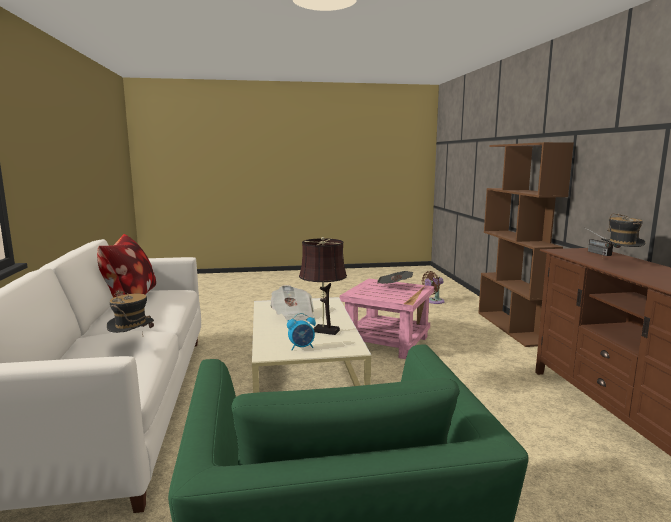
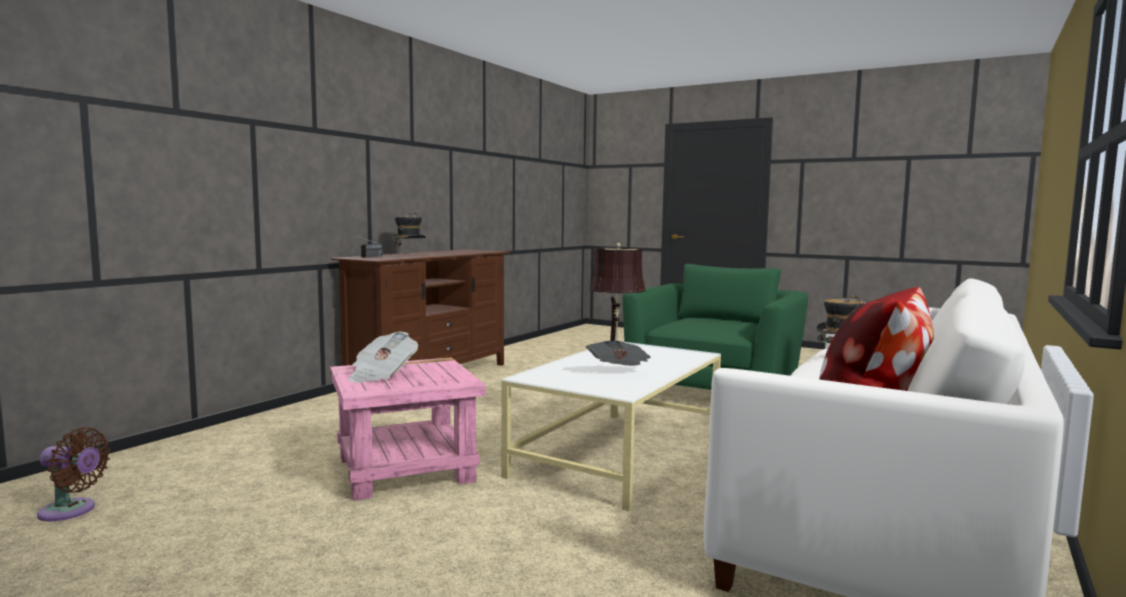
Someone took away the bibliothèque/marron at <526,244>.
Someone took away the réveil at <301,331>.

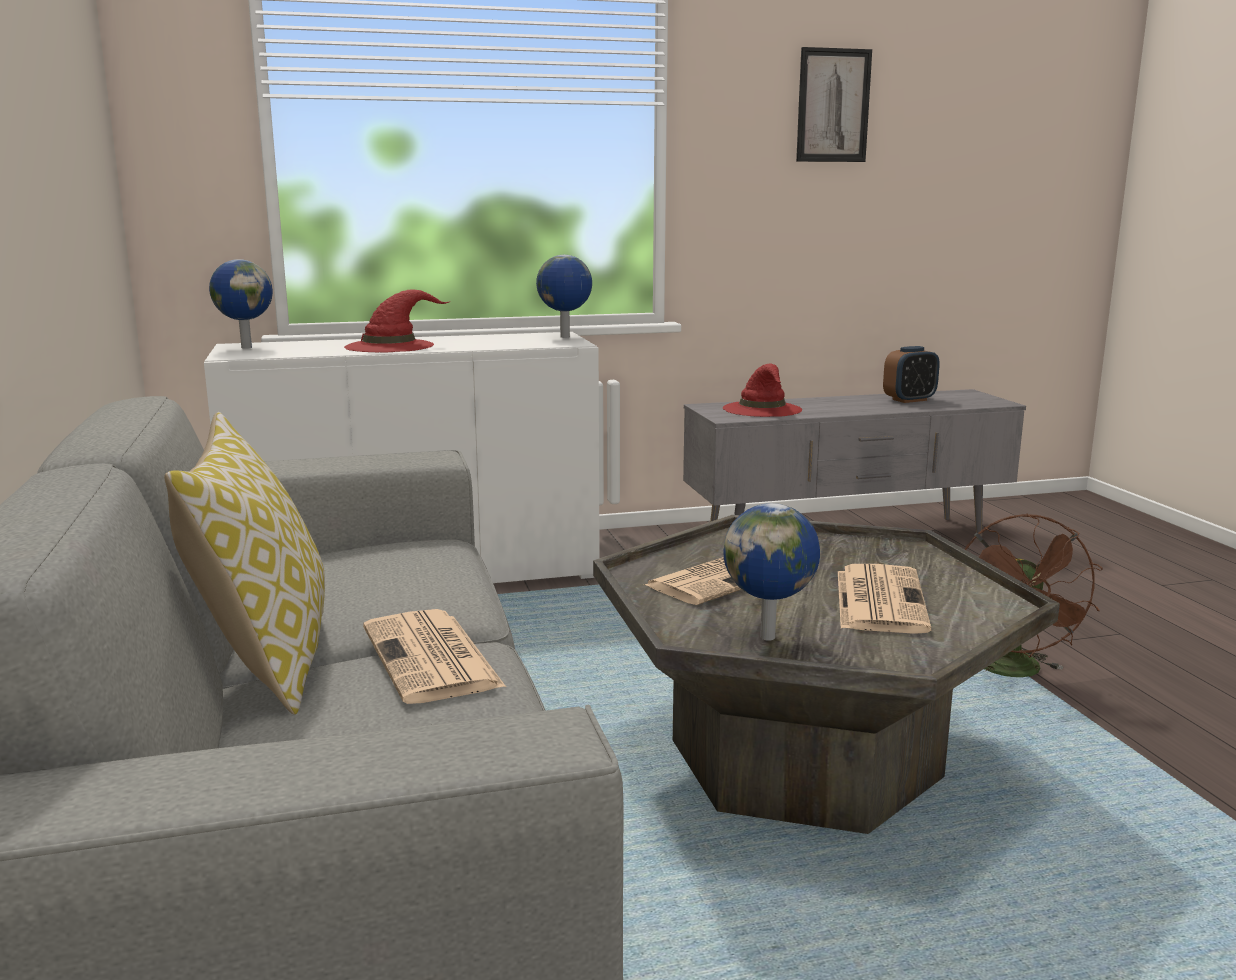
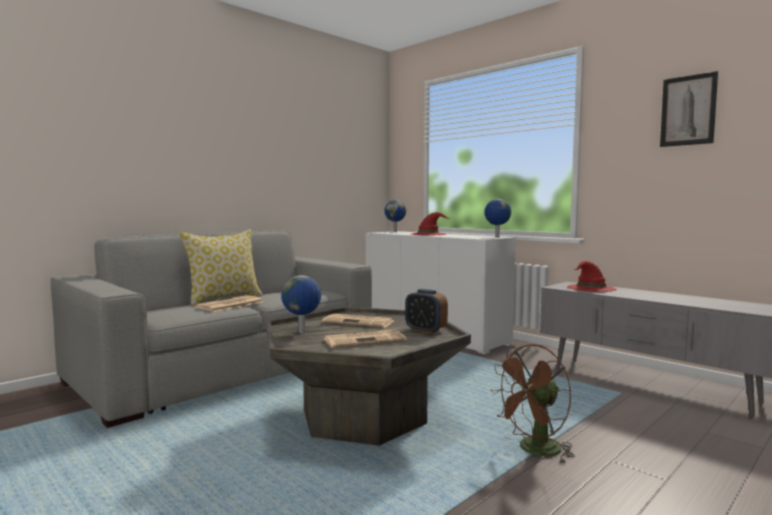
Someone carried the réveil from <911,374> to <426,311>.

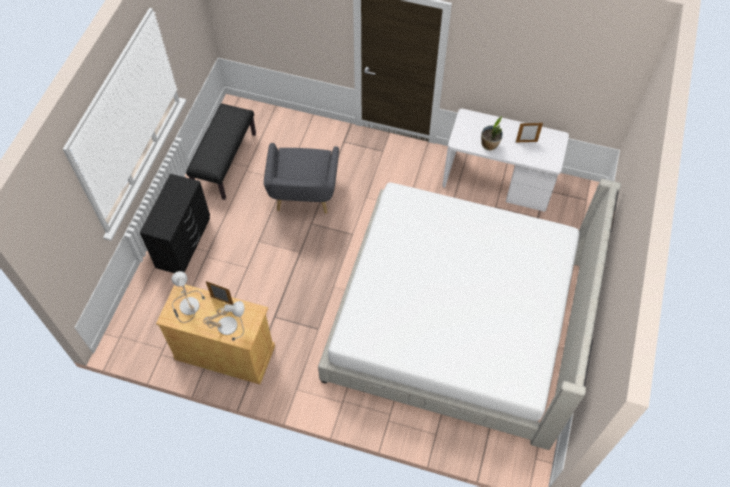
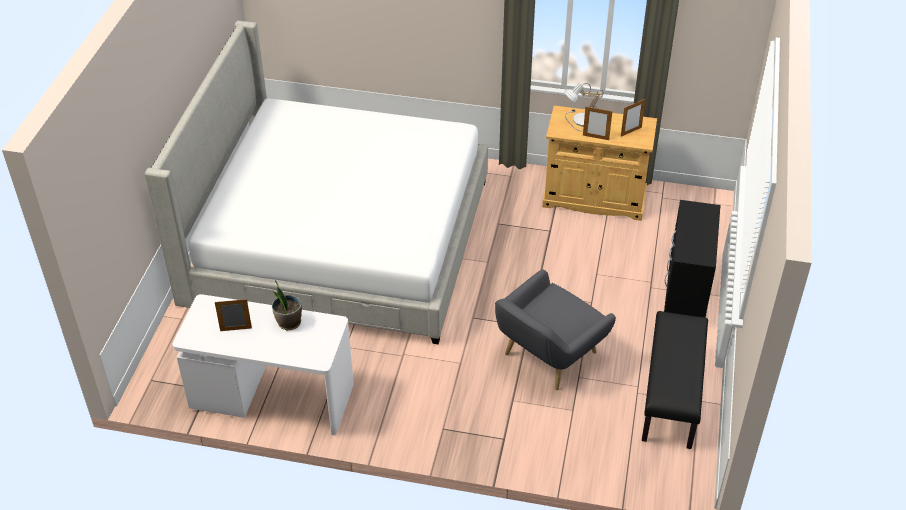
Someone rotated the fauteuil/gris at <301,178> by 135 degrees counterclockwise.
Someone swapped the lampe de table at <188,297> for the cadre photo at <633,118>.

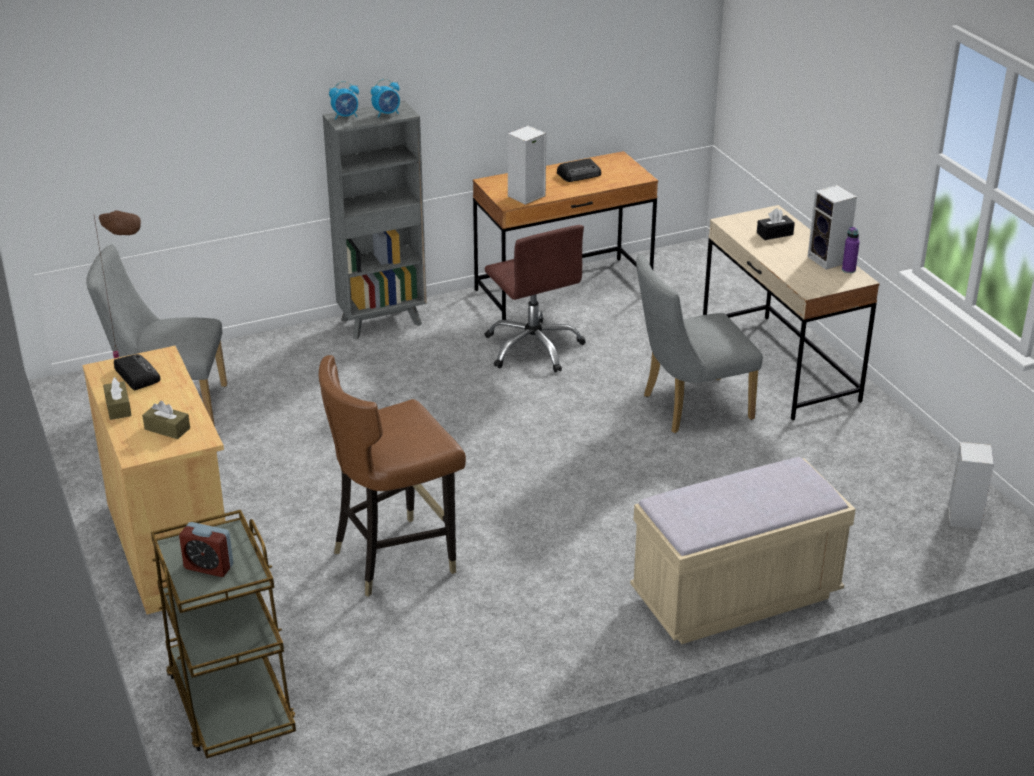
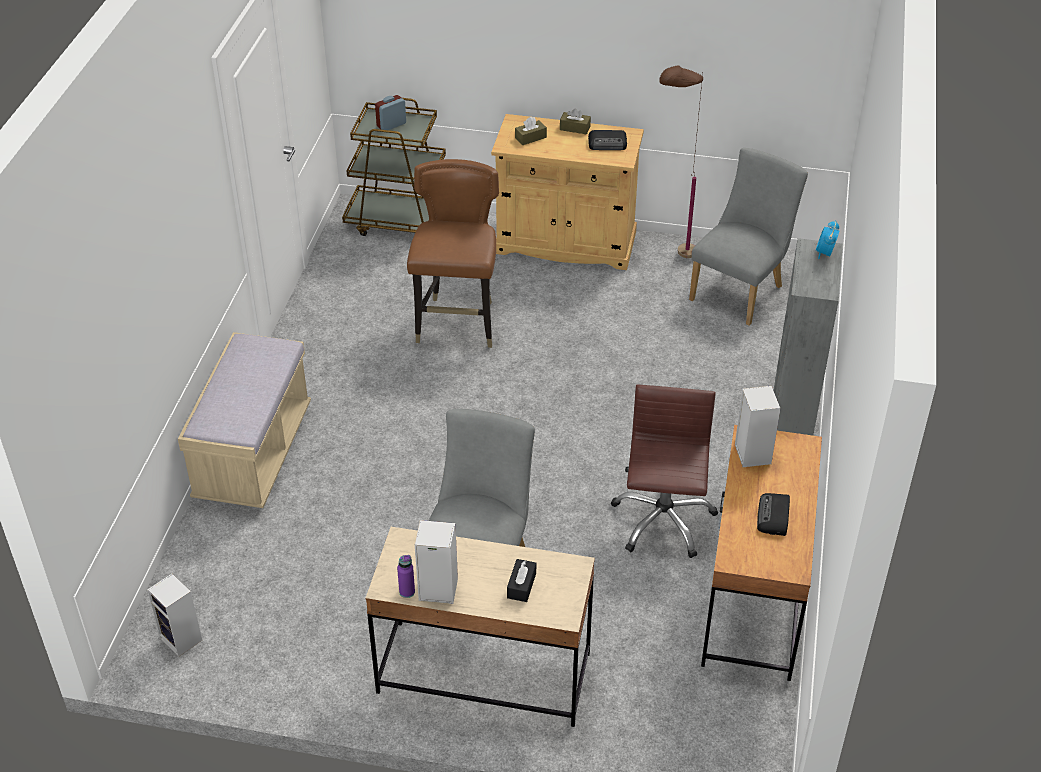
Someone took away the réveil at <385,98>.
Someone rotated the chaise de bureau/marron at <535,299> by 90 degrees clockwise.

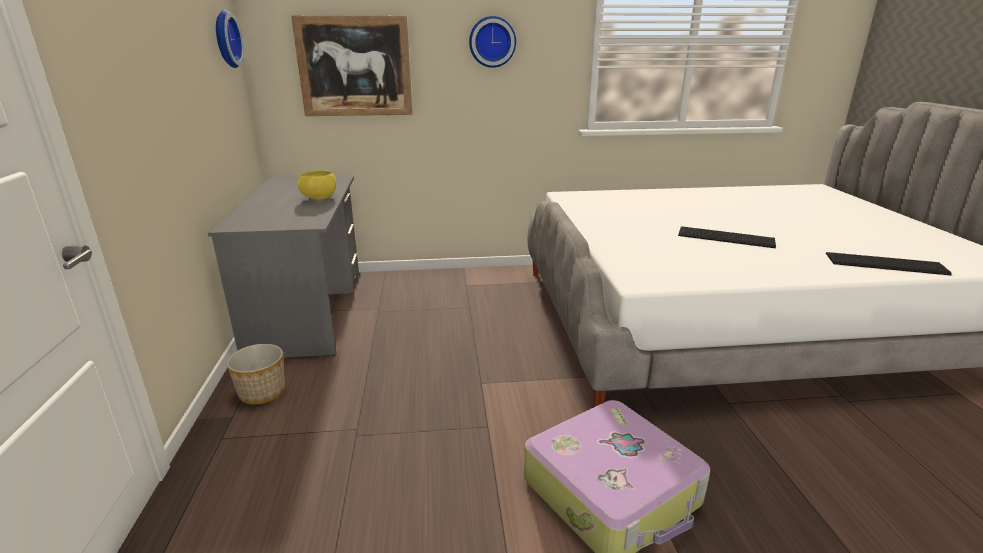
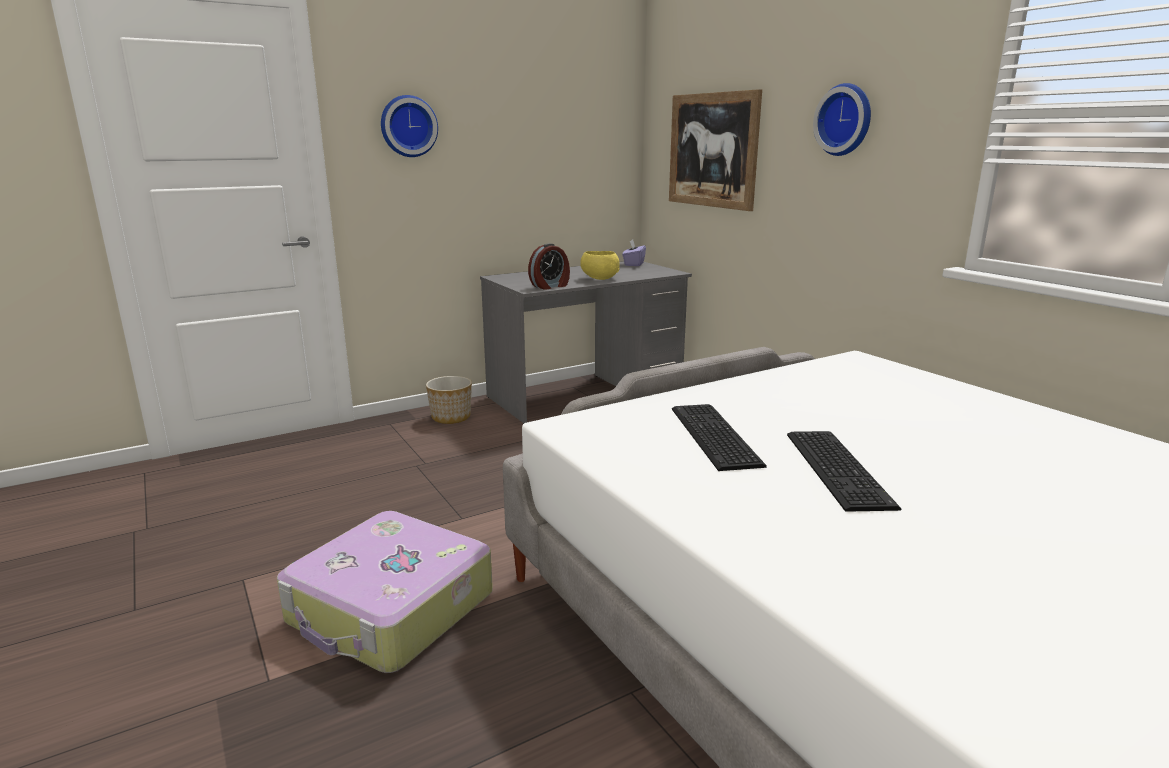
Someone carried the horloge murale from <230,39> to <409,126>.
Someone carried the clavier from <889,264> to <719,437>.
Someone put down the boîte à mouchoirs/violet at <634,253>.
Someone put down the réveil at <549,266>.

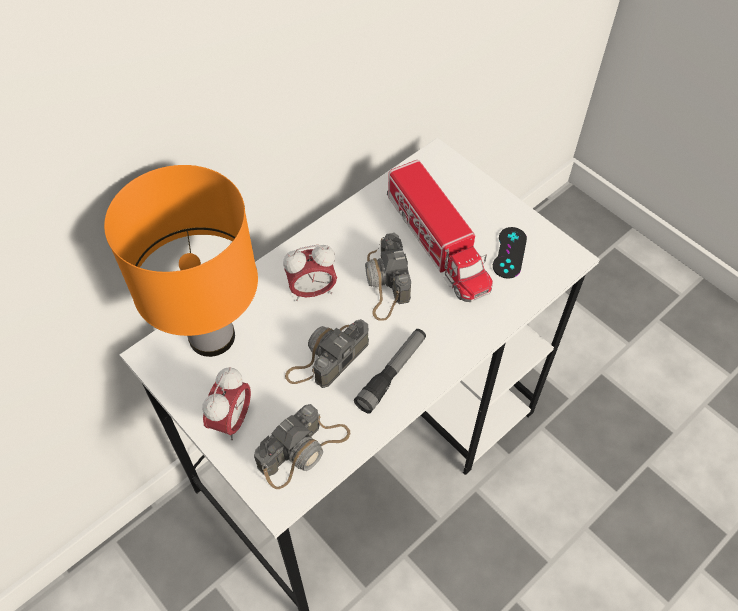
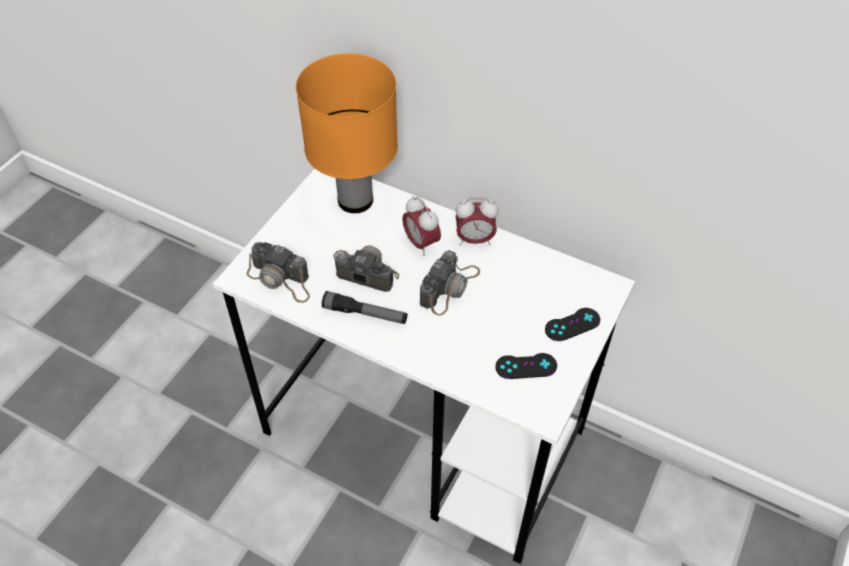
Someone took away the camion jouet at <440,231>.
Someone rotated the appareil photo at <388,277> by 150 degrees clockwise.
Someone carried the réveil from <226,403> to <477,221>.
Someone put down the manette/noir at <572,324>.

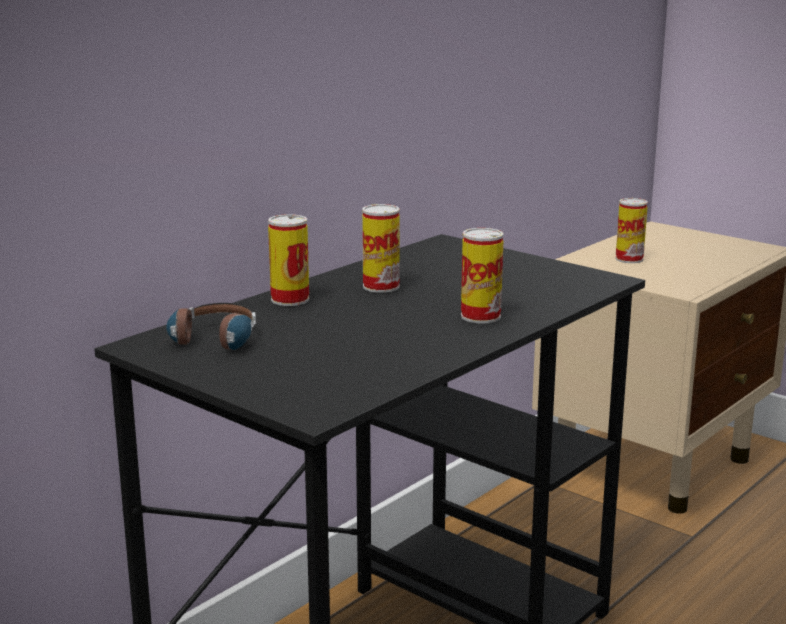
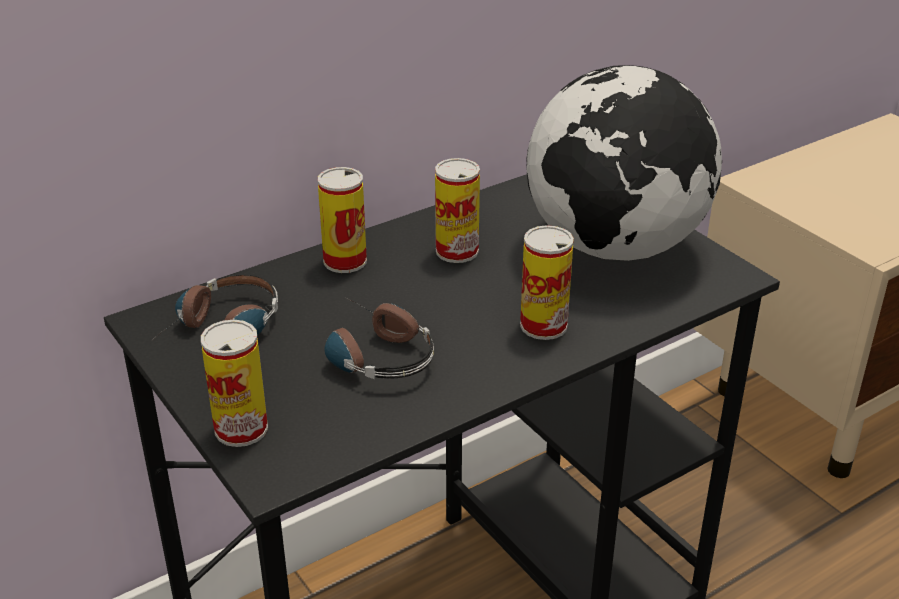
Someone carried the boîte métallique from <631,230> to <234,383>.
Someone put down the globe at <624,163>.
Someone put down the casque audio at <379,338>.

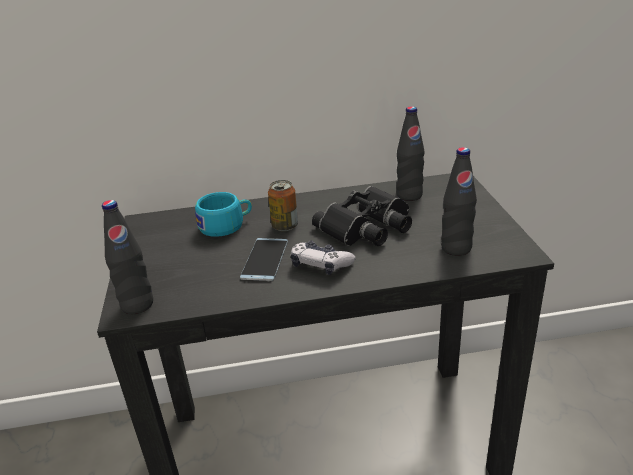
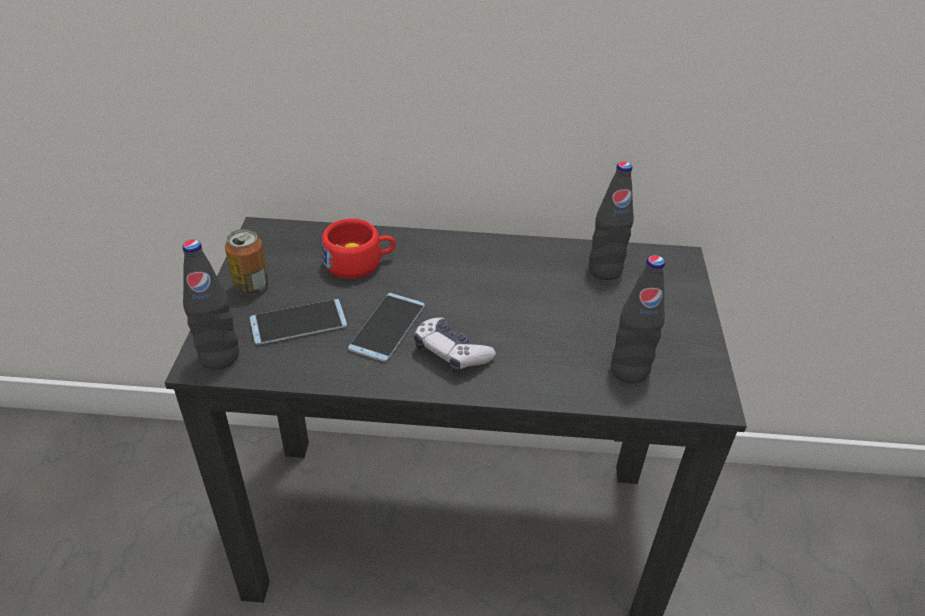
Someone carried the boîte métallique from <283,205> to <247,262>.
Someone took away the jumelles/noir at <362,216>.
Someone repainted the tasse/turquoise at <223,214>, which became the tasse/rouge at <359,248>.
Someone put down the téléphone at <298,322>.

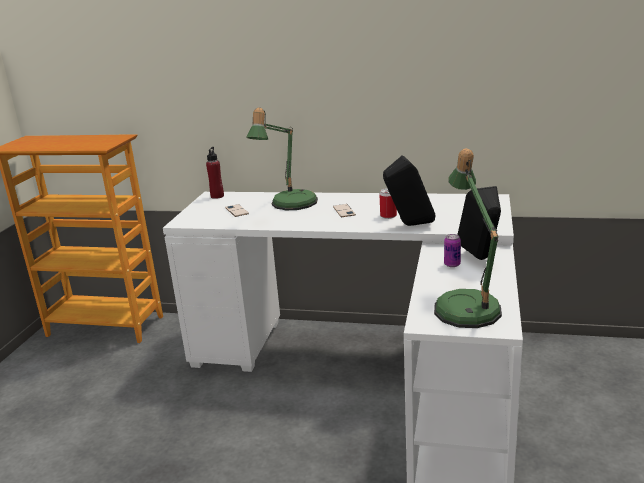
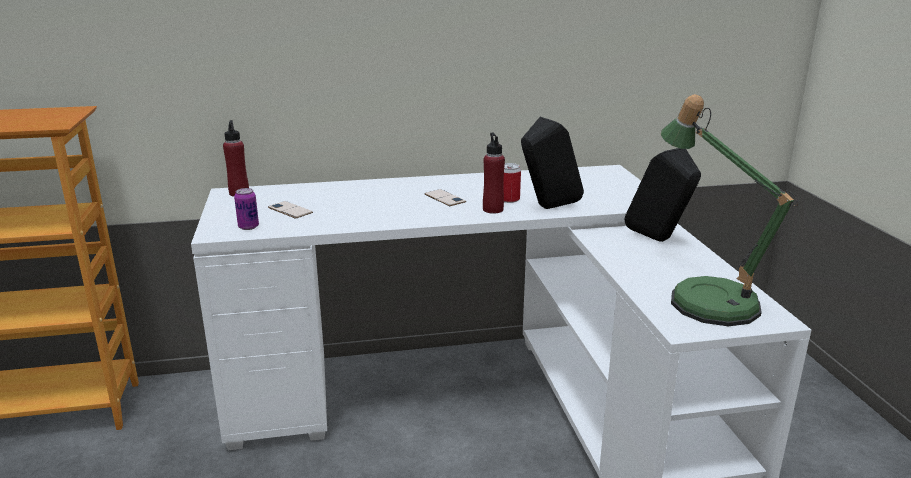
Someone took away the lampe de table at <282,158>.
Someone carried the boîte métallique from <452,250> to <246,209>.
Someone put down the bouteille/rouge at <494,173>.

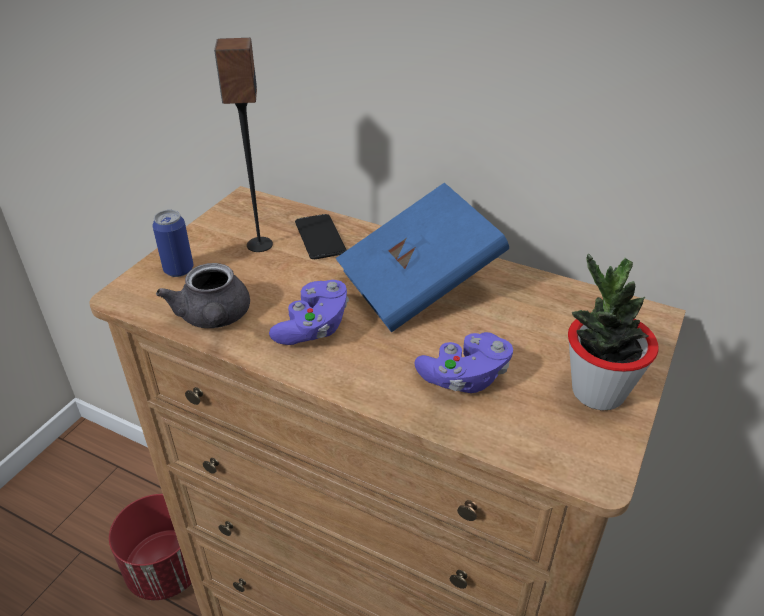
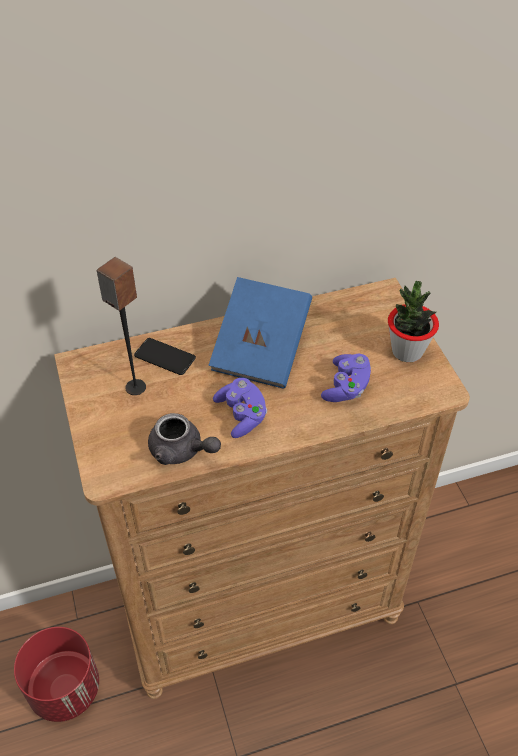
Someone took away the boîte métallique at <172,243>.

